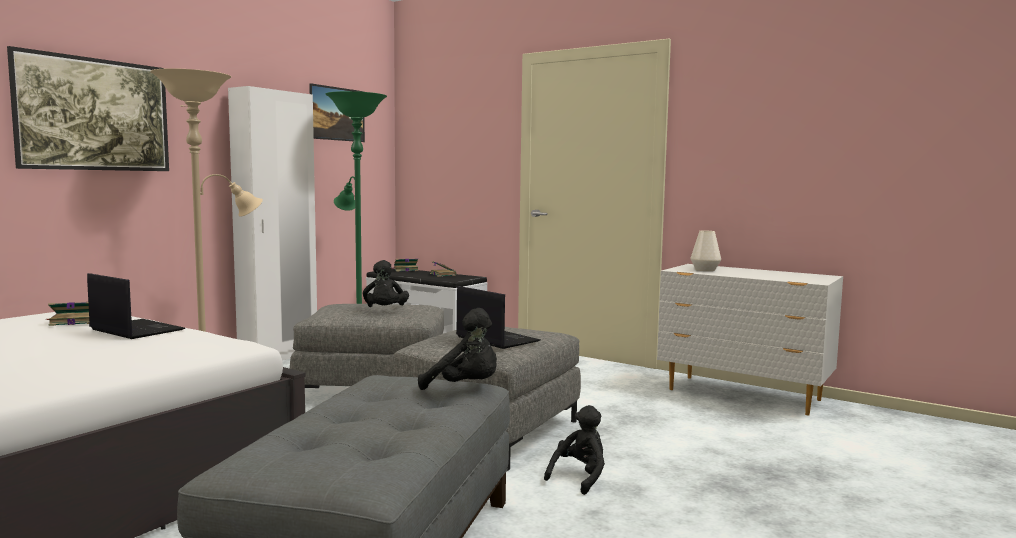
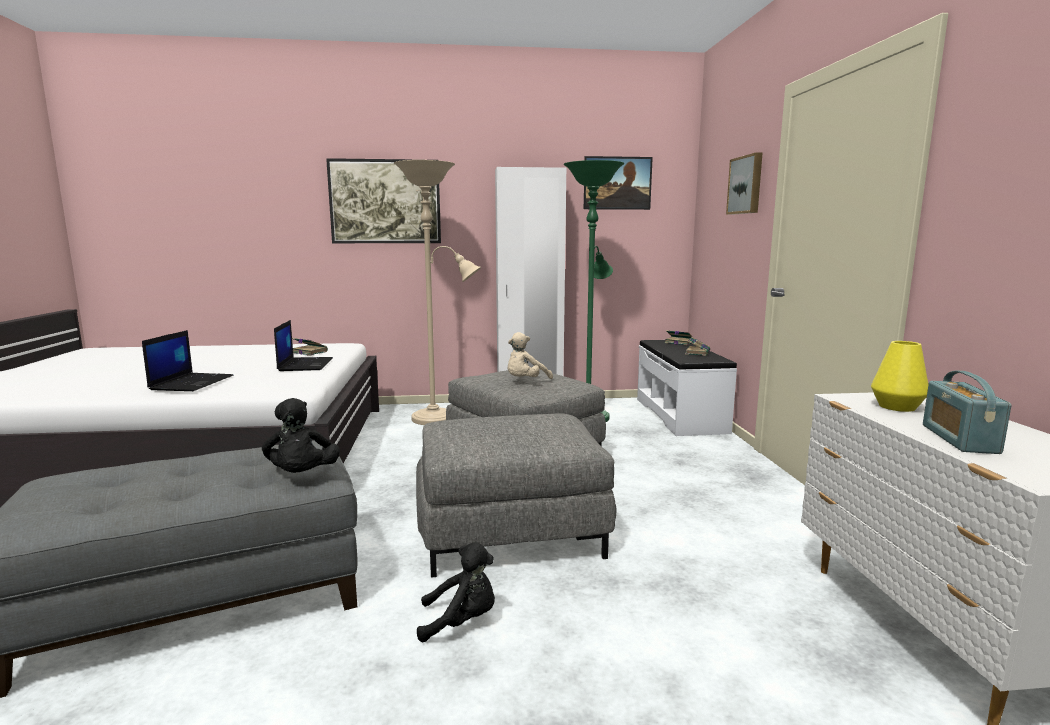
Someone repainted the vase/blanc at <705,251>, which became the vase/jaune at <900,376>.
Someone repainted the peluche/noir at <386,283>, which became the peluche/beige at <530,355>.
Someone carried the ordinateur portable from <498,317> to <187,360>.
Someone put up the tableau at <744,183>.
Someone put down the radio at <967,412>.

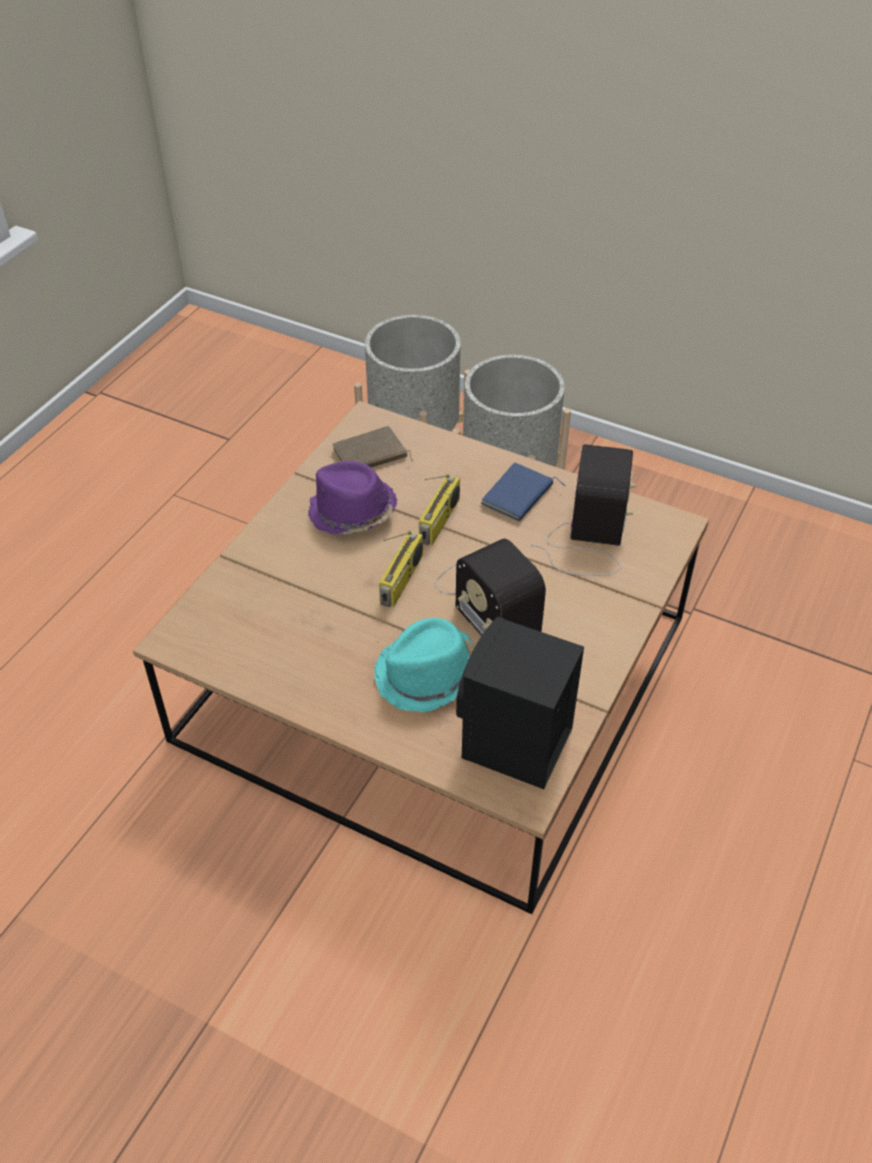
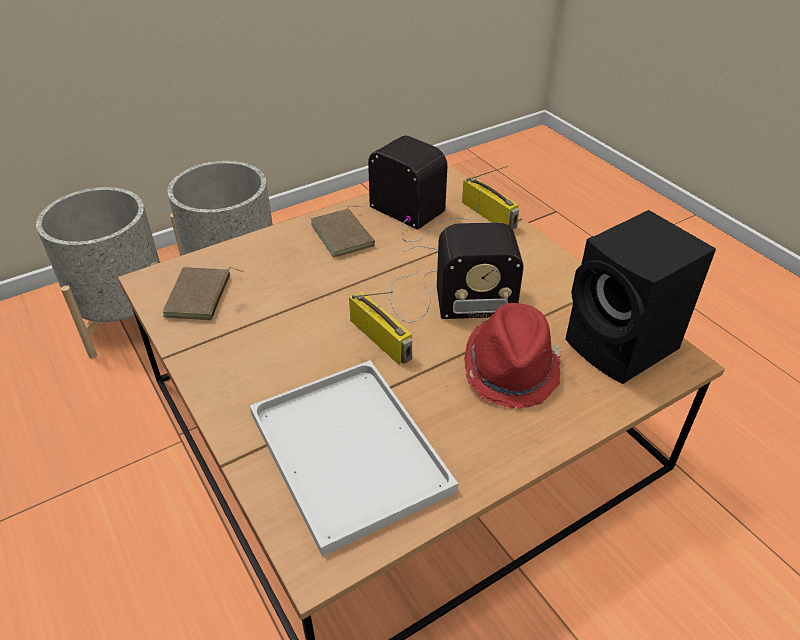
Someone took away the chapeau/violet at <353,497>.
Someone repainted the livre/bleu at <523,492>, which became the livre/marron at <343,231>.
Someone carried the radio from <439,509> to <490,197>.
Someone repainted the chapeau/turquoise at <424,665>, which became the chapeau/rouge at <512,356>.
Someone put down the plateau/blanc at <354,458>.

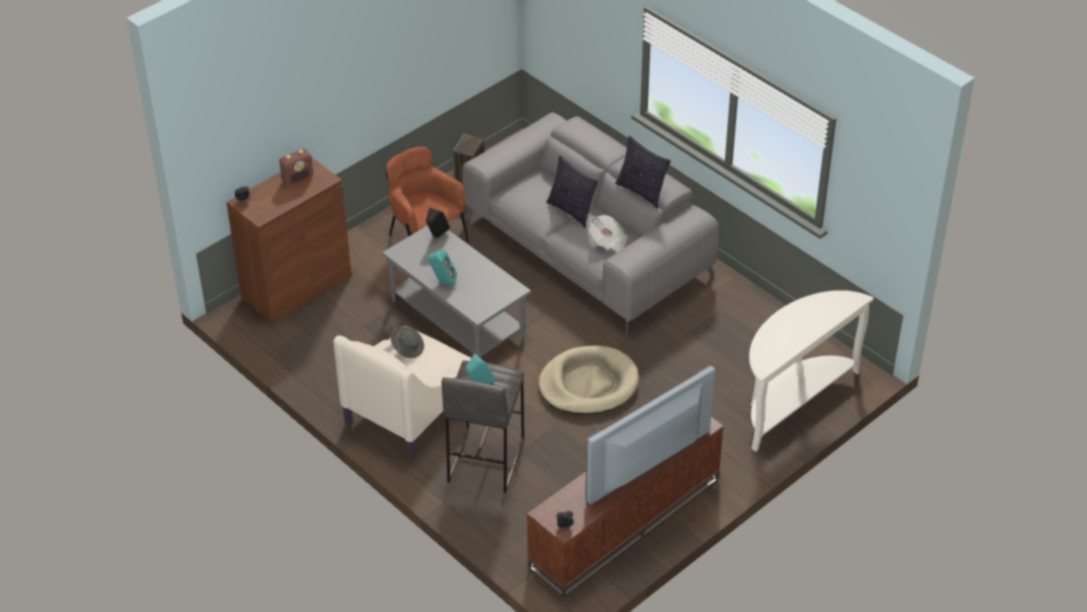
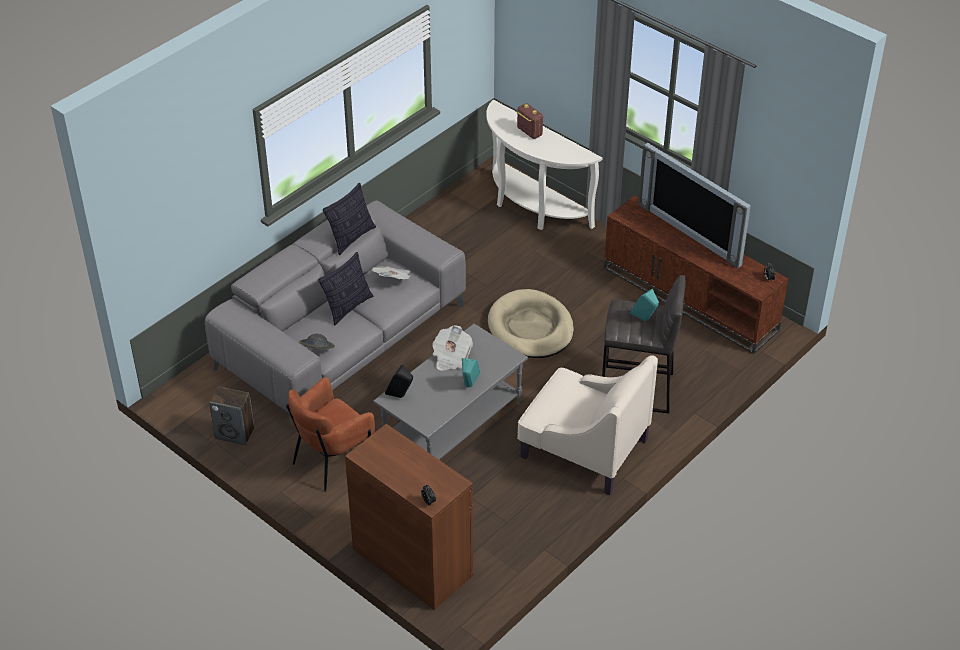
Someone carried the radio from <296,167> to <530,121>.
Someone carried the chapeau/gris from <407,342> to <317,342>.
Someone put down the journal at <452,347>.

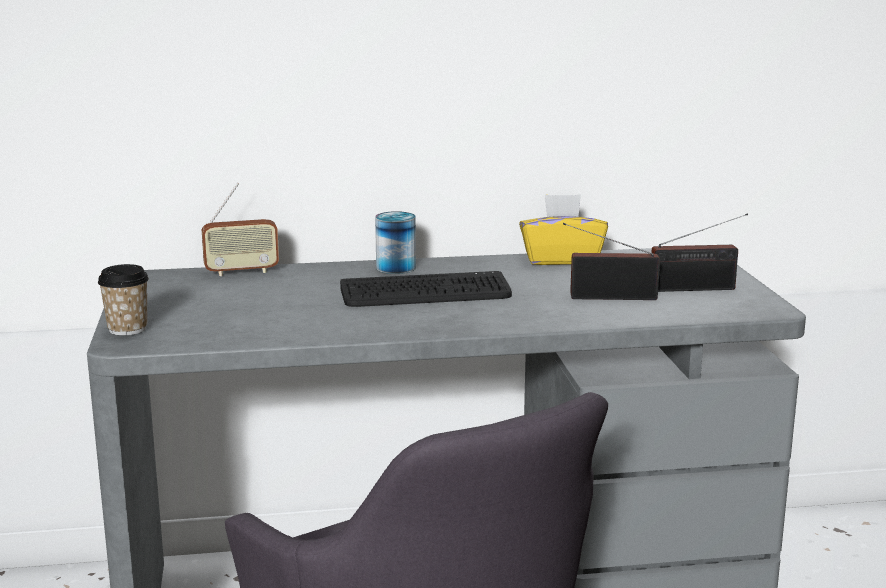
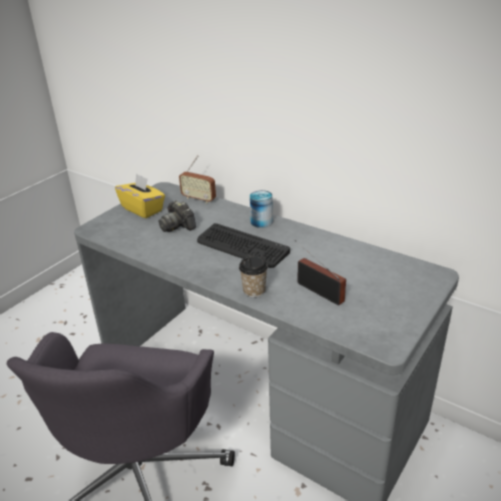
Someone carried the boîte à mouchoirs/jaune from <563,229> to <140,195>.
Someone took away the radio at <700,252>.
Someone carried the tasse from <123,300> to <253,276>.
Someone put down the appareil photo at <177,216>.

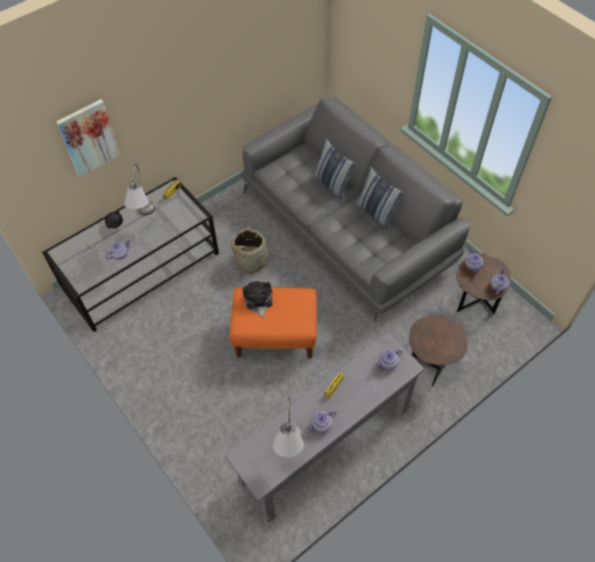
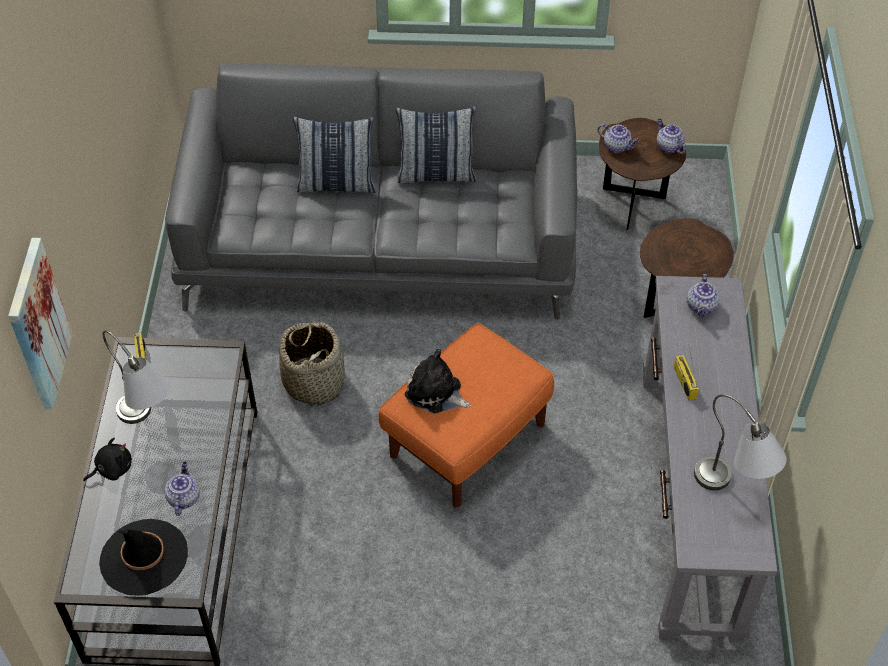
Someone took away the théière at <322,421>.
Someone put down the chapeau/noir at <143,557>.

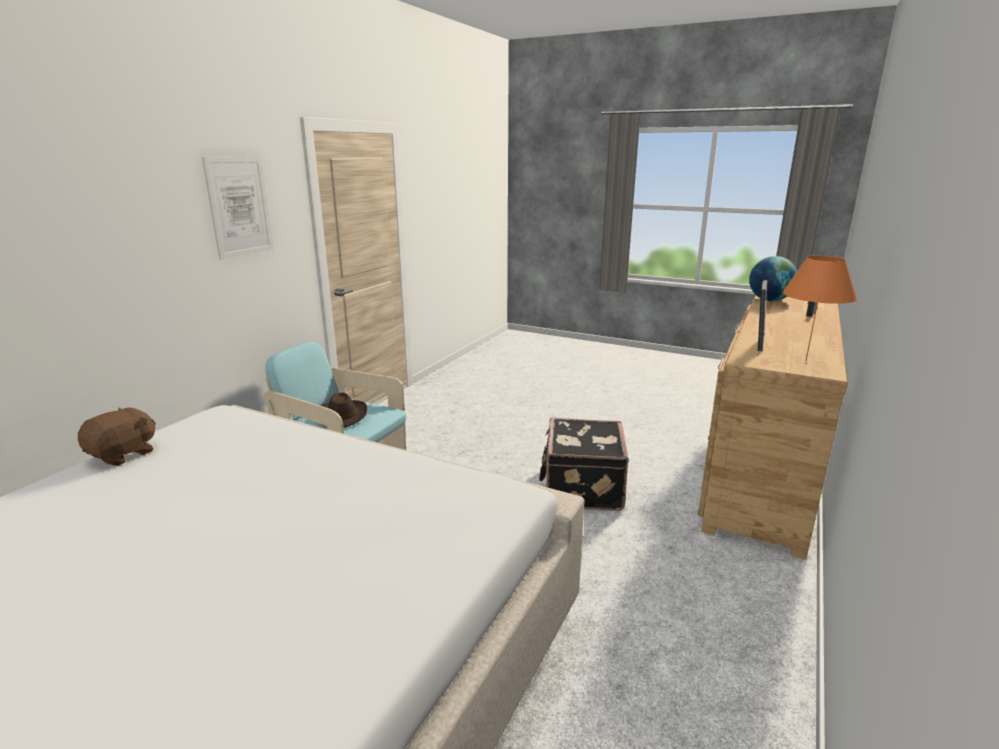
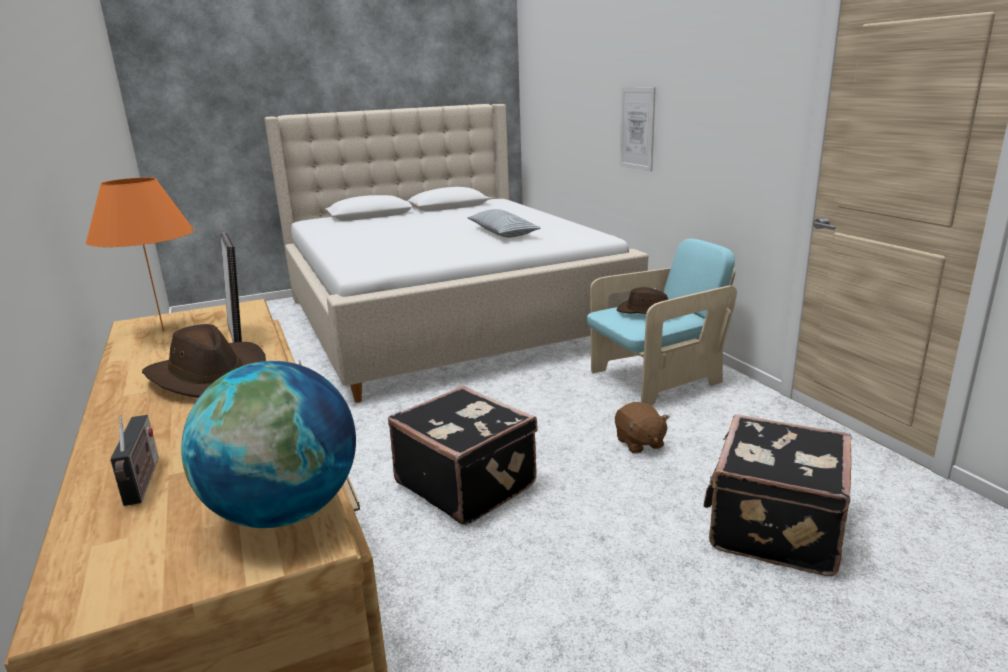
Someone carried the tableau from <238,207> to <638,129>.
Someone carried the peluche/marron from <117,436> to <642,428>.
Someone put down the coussin at <504,223>.
Someone put down the chapeau/marron at <204,360>.
Someone put down the valise/noir at <777,495>.

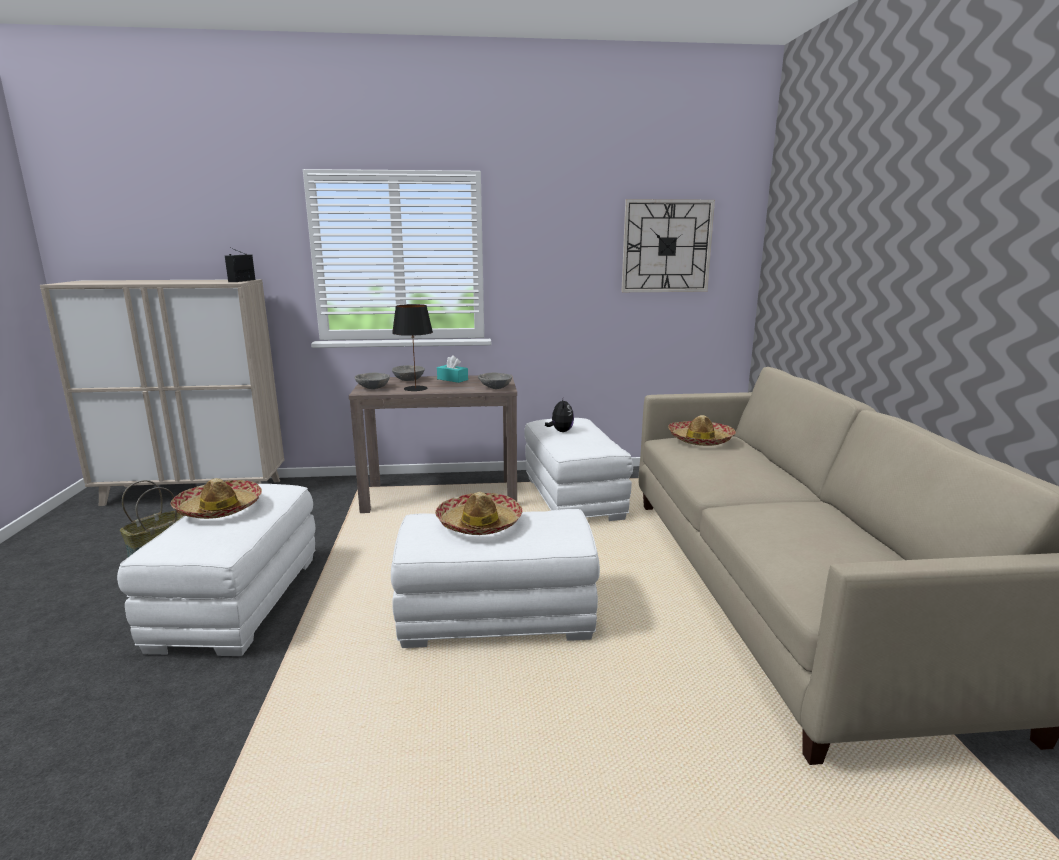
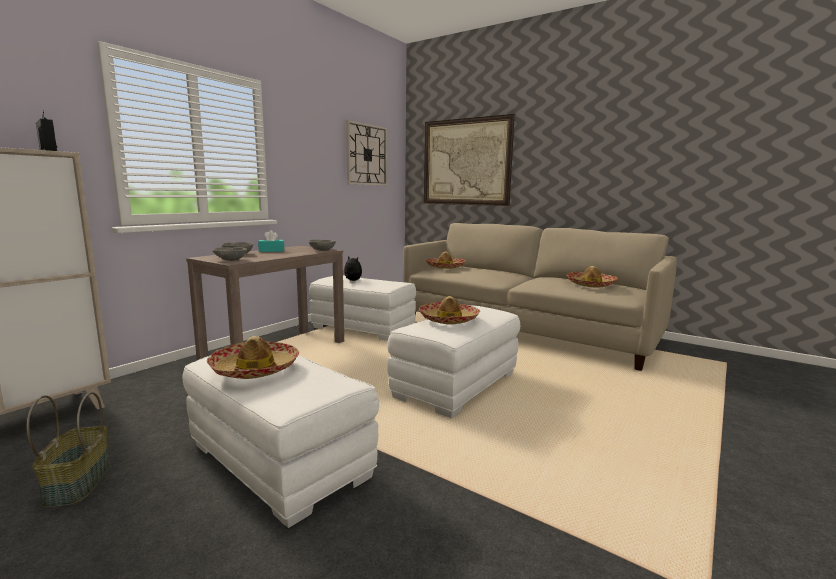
Someone took away the lampe de table/noir at <412,347>.
Someone put up the tableau at <469,160>.
Someone put down the chapeau at <592,277>.

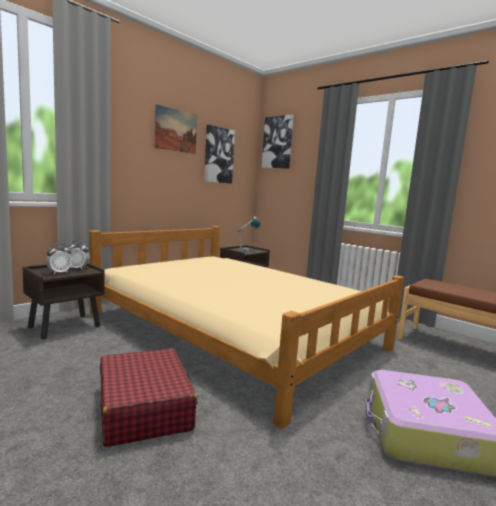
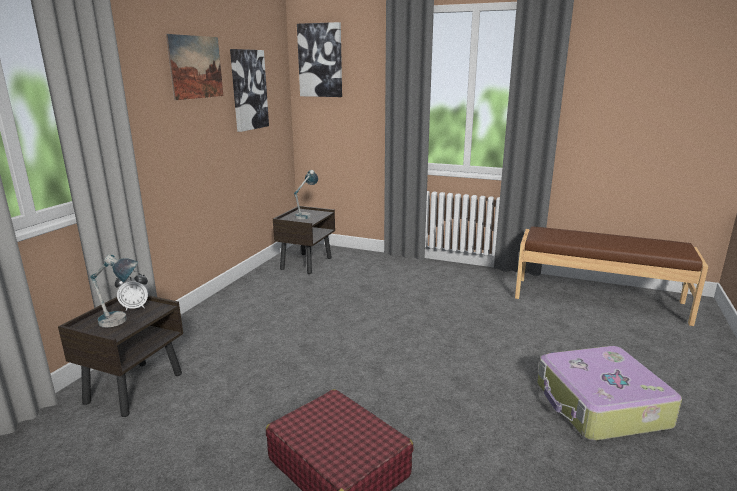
Someone took away the lit/beige at <246,327>.
Someone swapped the réveil at <59,258> for the lampe de table at <114,291>.

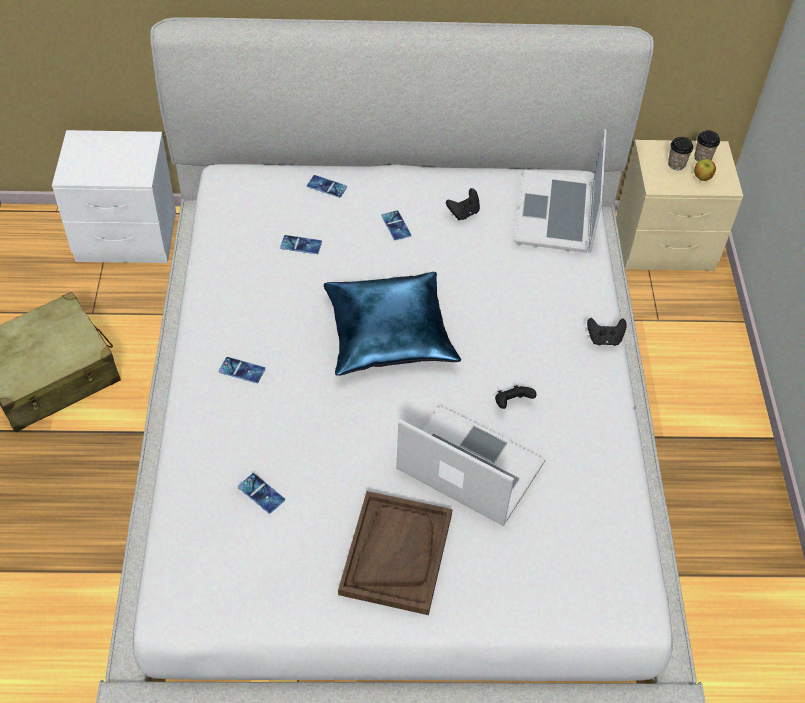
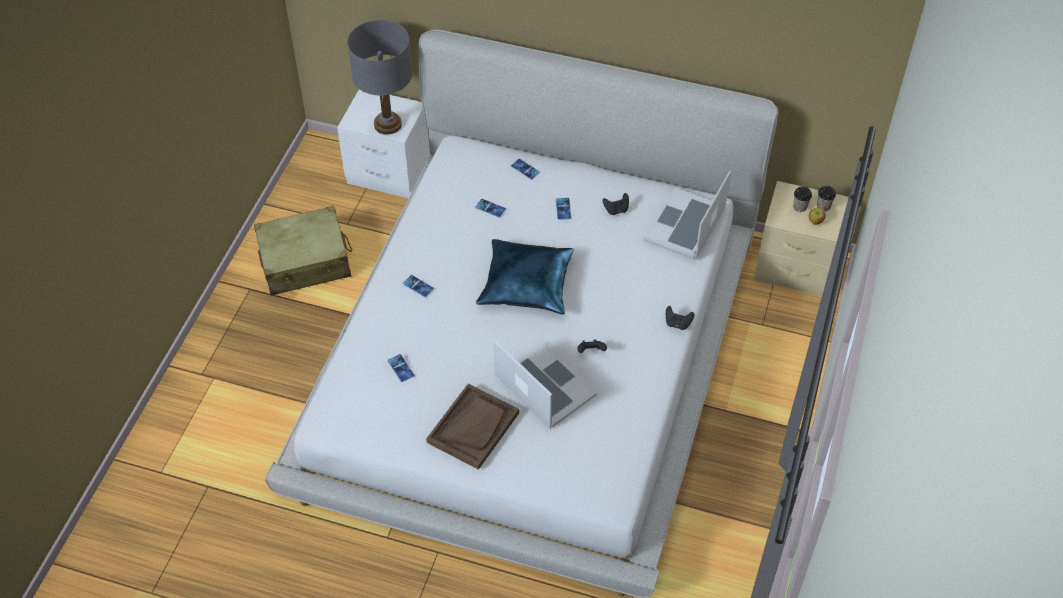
Someone put down the lampe de table/gris at <379,77>.

